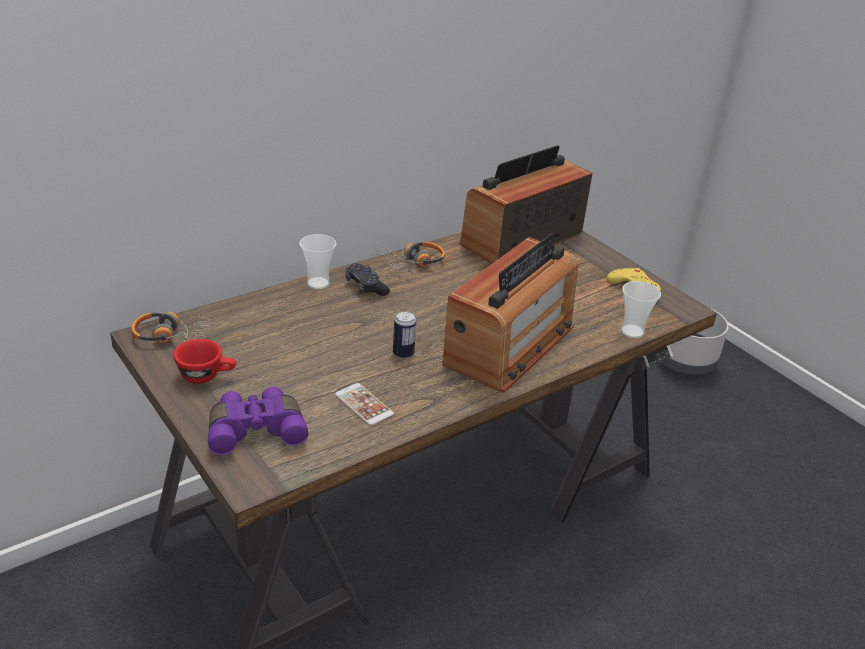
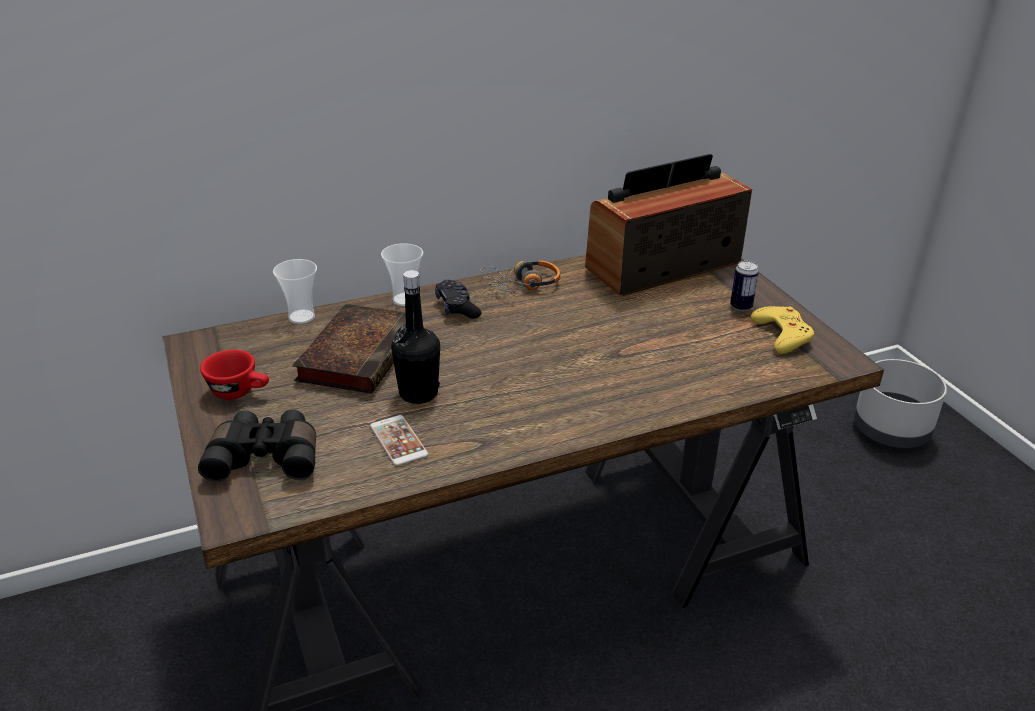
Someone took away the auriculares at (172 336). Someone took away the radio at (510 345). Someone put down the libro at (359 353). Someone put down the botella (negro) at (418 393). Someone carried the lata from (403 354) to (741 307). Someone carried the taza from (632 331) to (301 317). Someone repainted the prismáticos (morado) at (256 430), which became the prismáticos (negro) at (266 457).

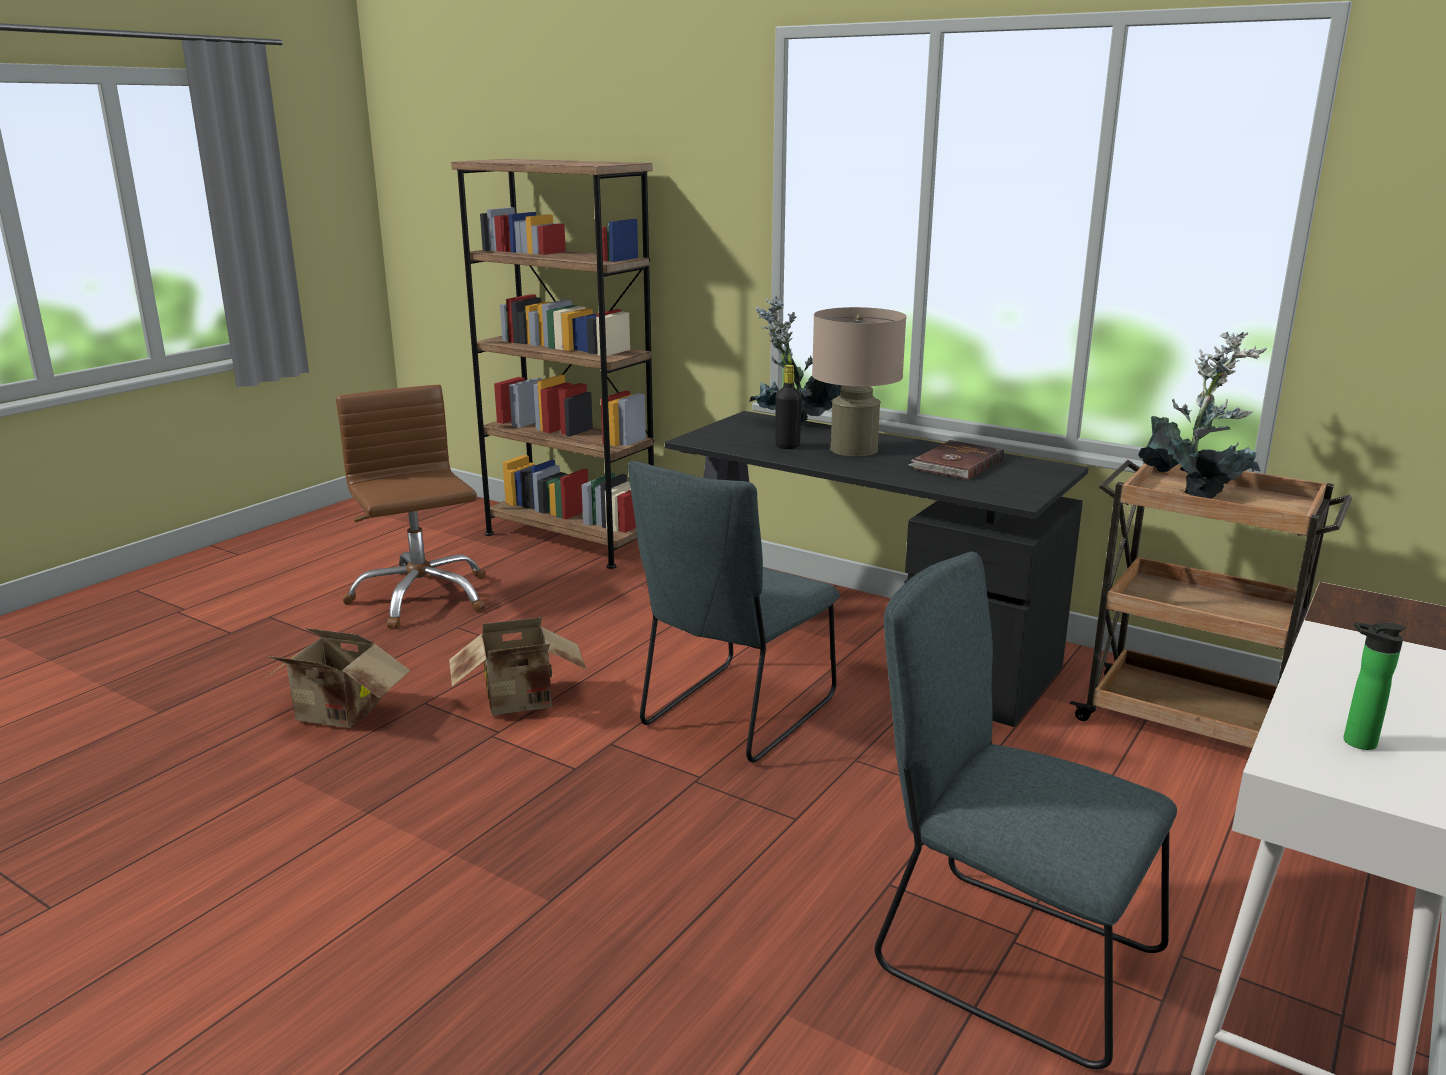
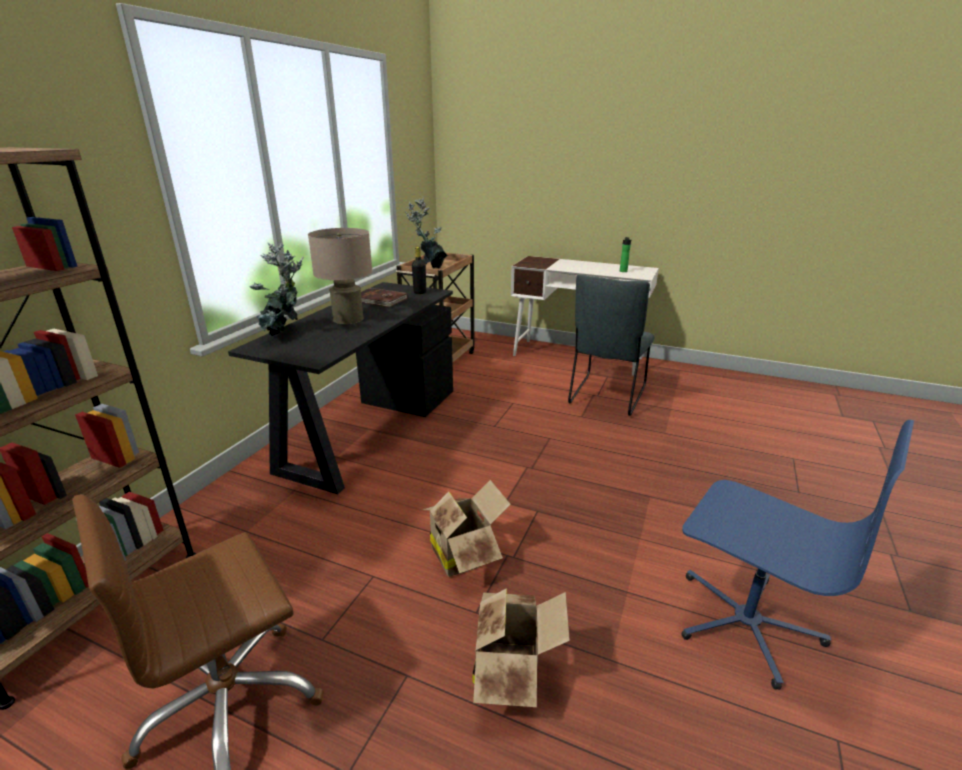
Someone took away the silla (gris) at (734 716). Someone put down the silla de oficina (azul) at (745 622). Someone carried the botella (negro) from (787 446) to (420 292).

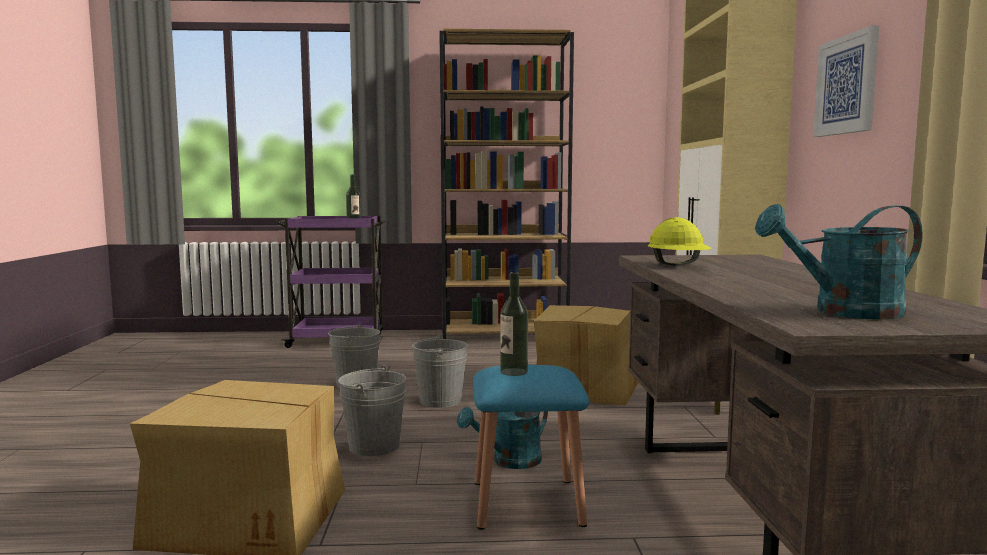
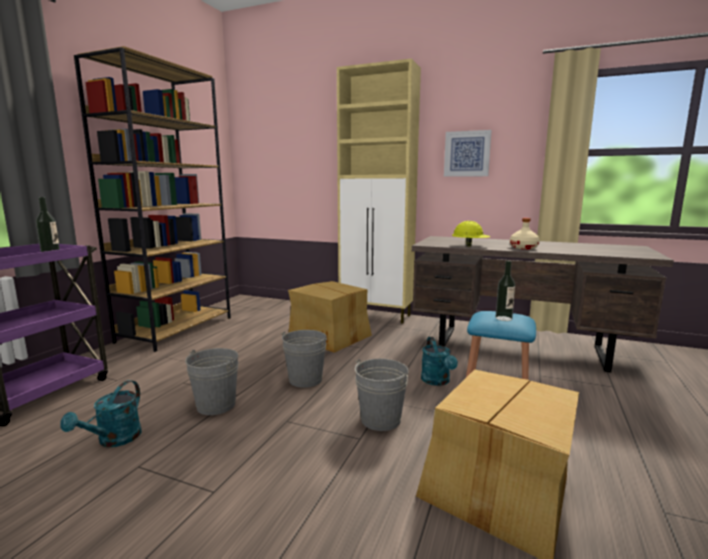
Someone put down the botella (beis) at (524 248). Someone carried the regadera (turquesa) from (844 312) to (114 440).

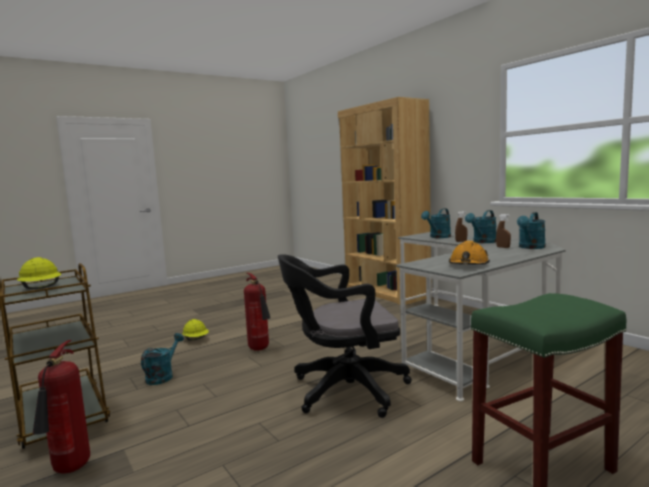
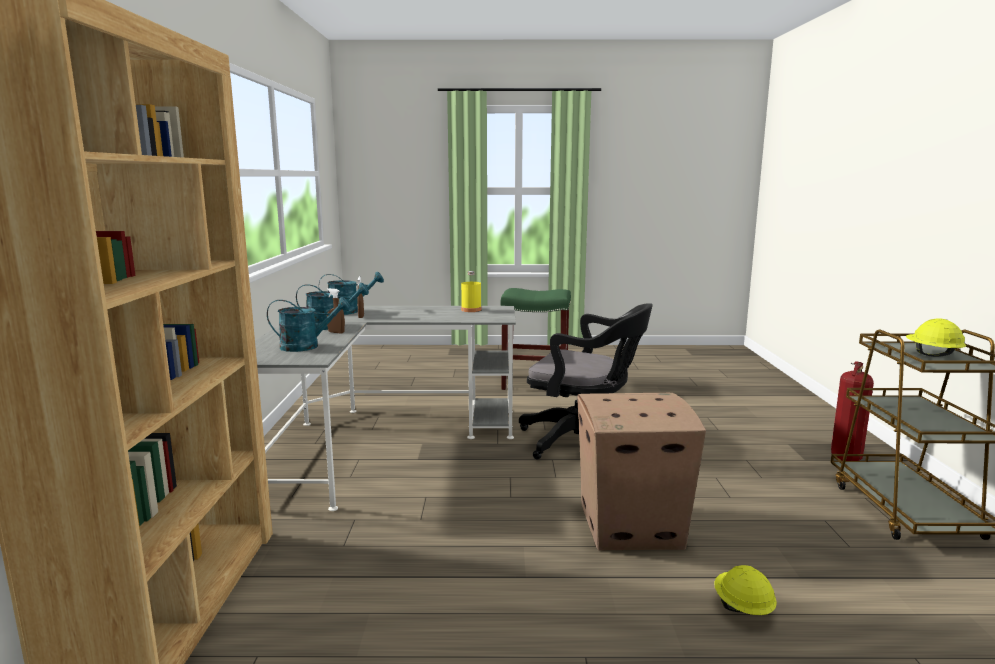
Someone took away the regadera (turquesa) at (163 376). Someone swapped the extintor at (260 349) for the caja de cartón at (628 526). Someone swapped the casco (naranja) at (468 265) for the botella (amarillo) at (471 310).

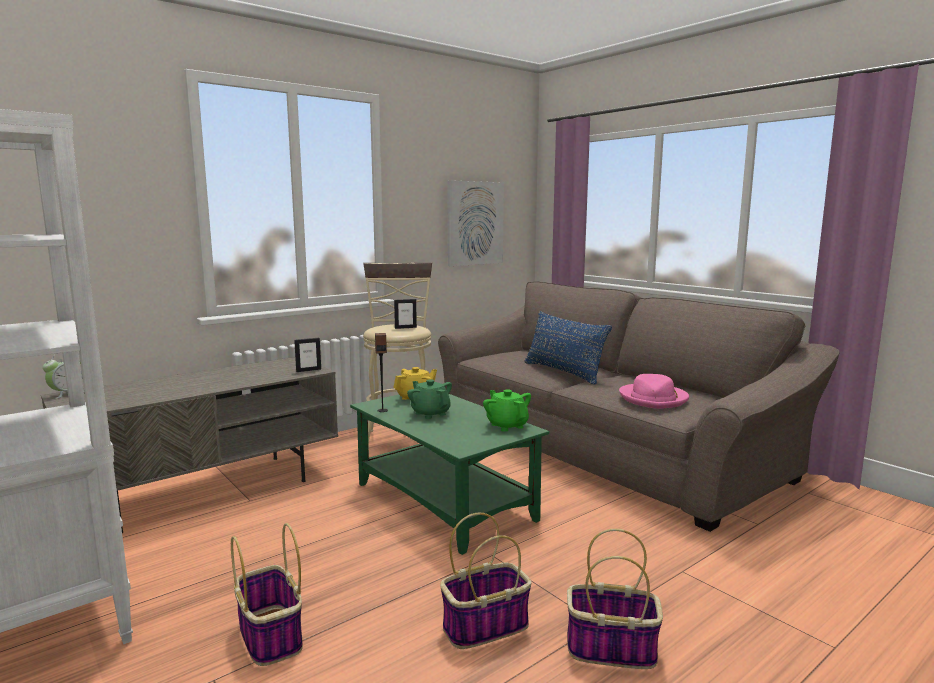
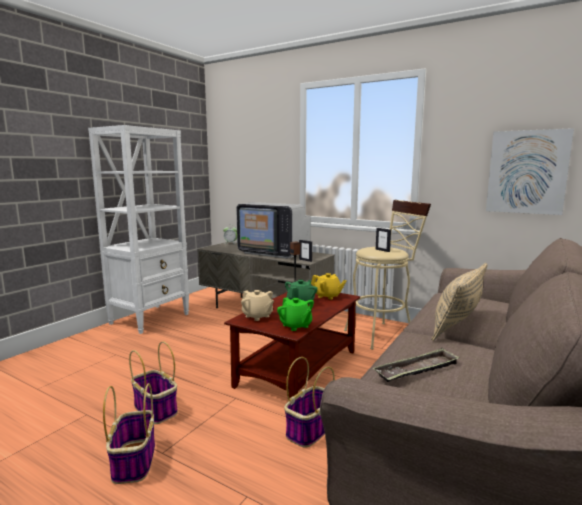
Someone put down the televisor at (274 252). Someone put down the tetera (beis) at (257 316). Someone carried the cesta from (270 635) to (310 429). Someone swapped the sombrero (rosa) at (654 399) for the bandeja at (417 370). Someone repainted the mesa de centro (verde) at (445 502), which became the mesa de centro (marrón) at (298 369). Someone repainted the cojín (azul) at (563 372), which became the cojín (beis) at (457 325). Someone rotated the tetera (verde) at (507 425) by 105 degrees clockwise.

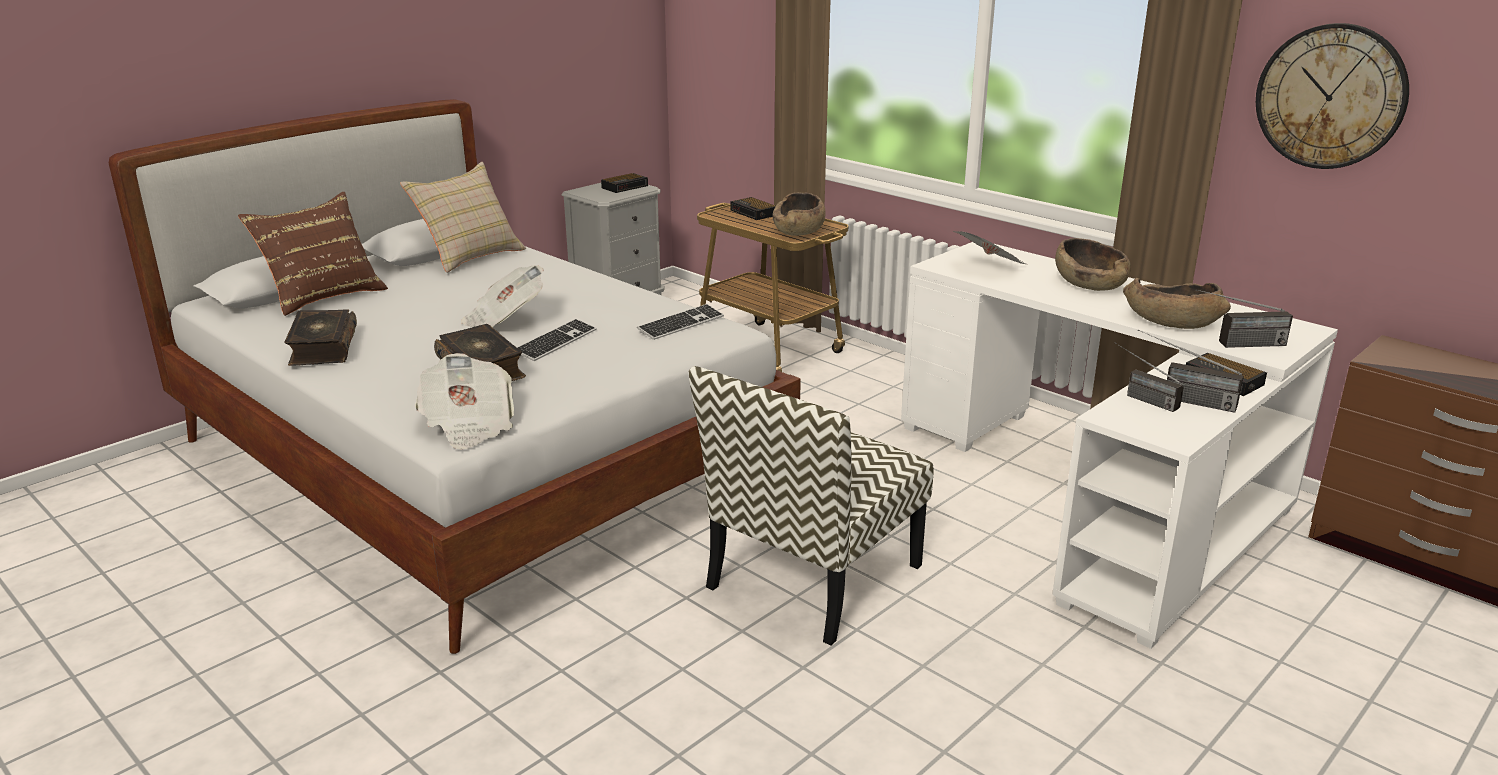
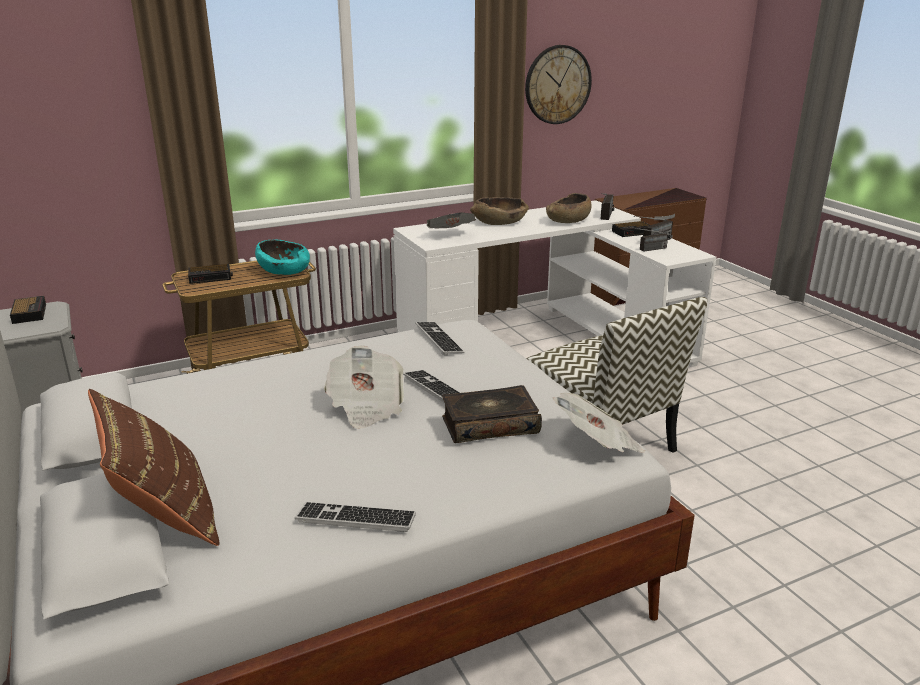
Someone took away the cojín (beis) at (470 256). Someone swapped the libro at (322 348) for the teclado at (356 518). Someone repainted the cuenco (marrón) at (799 231), which became the cuenco (turquesa) at (284 271).

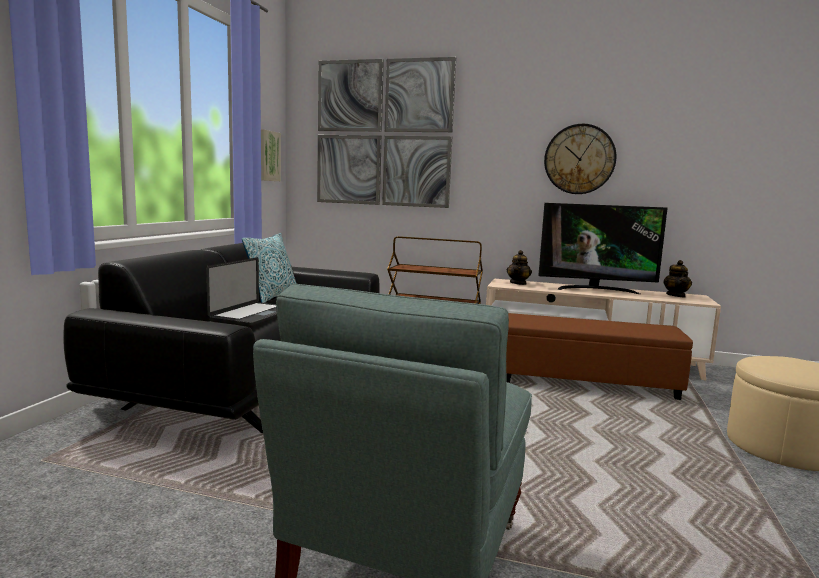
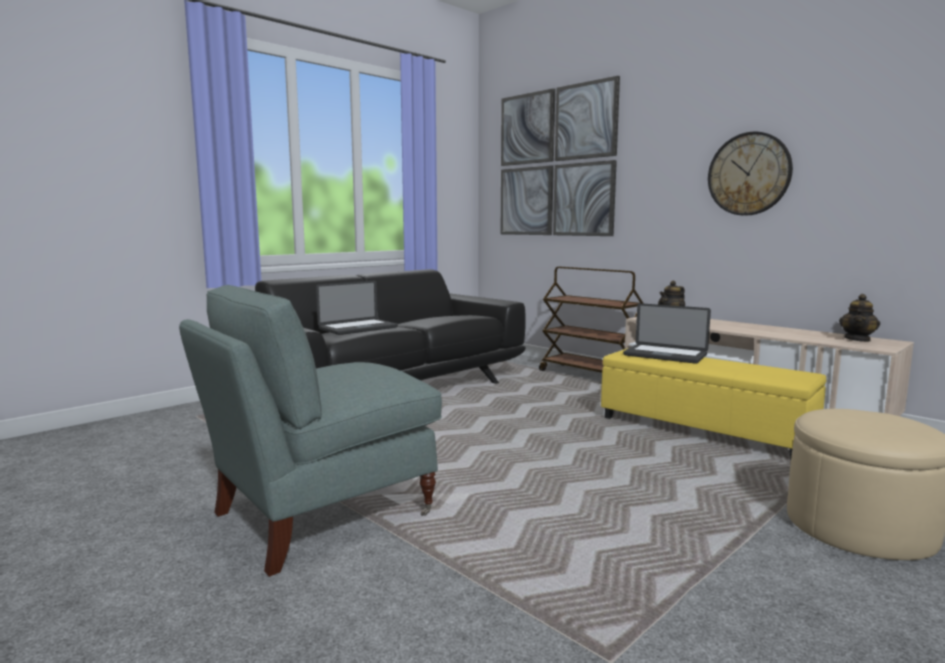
Someone took away the cojín at (273 297). Someone took away the cuadro at (268 156). Someone took away the televisor at (595 289). Someone put down the portátil at (665 355). Someone repainted the puf (marrón) at (586 381), which became the puf (amarillo) at (703 429).

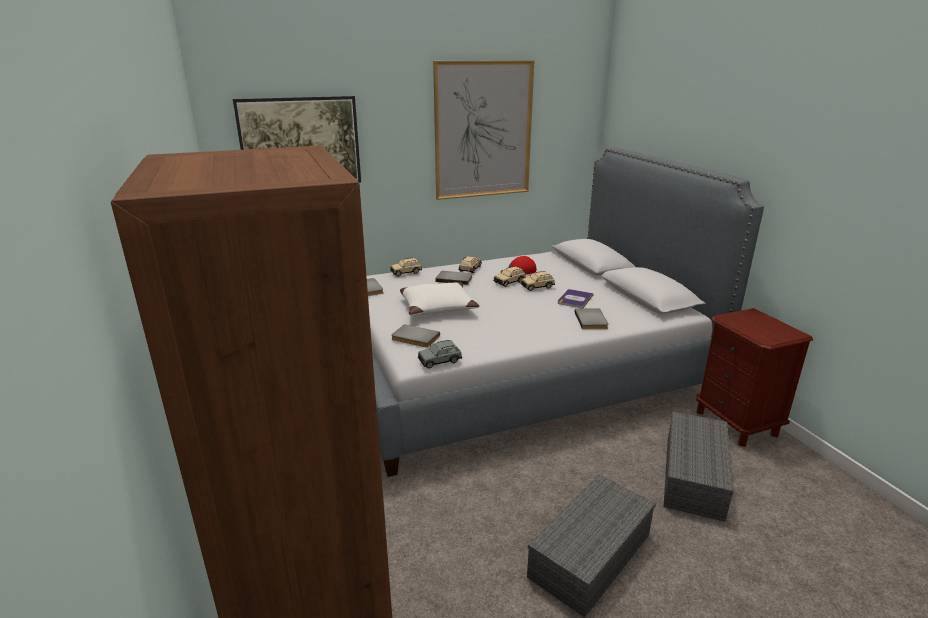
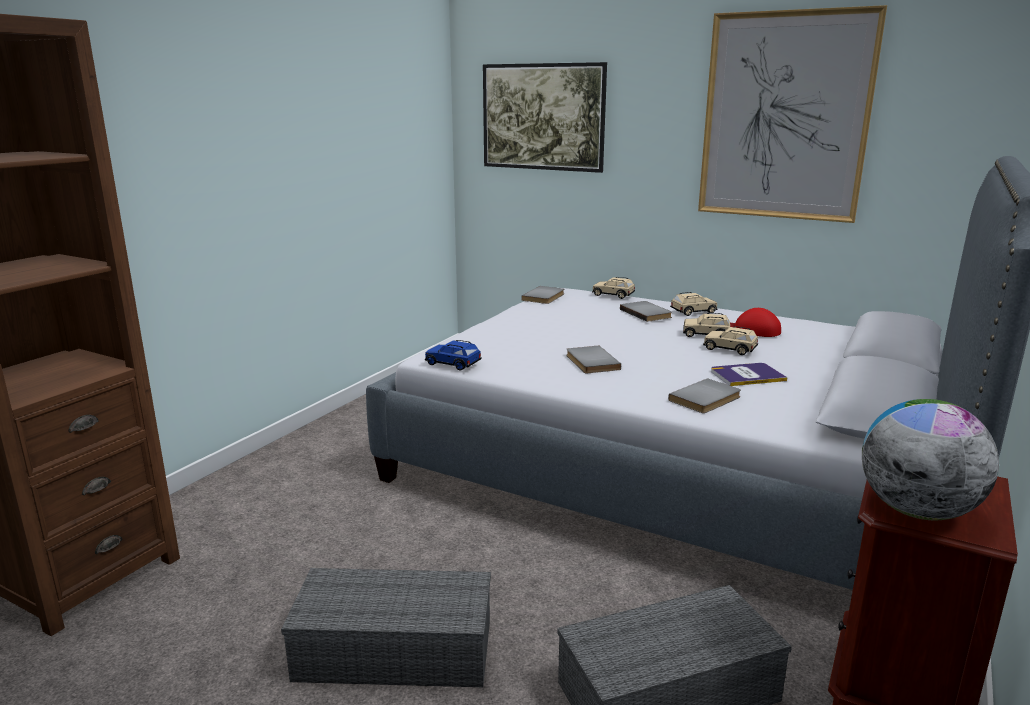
Someone took away the cojín (blanco) at (437 307). Someone put down the globo terráqueo at (916 511). Someone carried the libro (gris) from (414 338) to (590 362). Someone repainted the coche de juguete (gris) at (440 361), which became the coche de juguete (azul) at (453 364).

